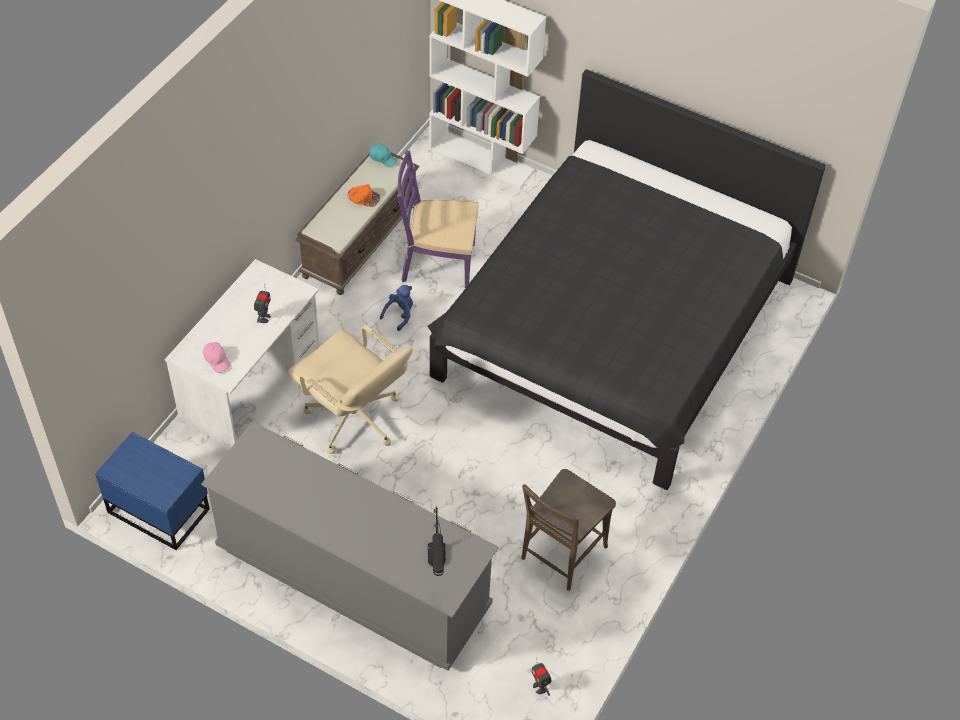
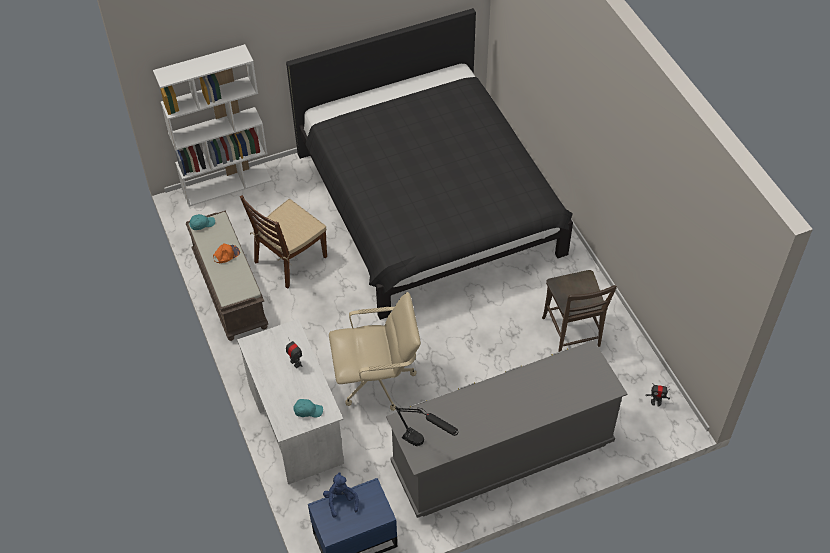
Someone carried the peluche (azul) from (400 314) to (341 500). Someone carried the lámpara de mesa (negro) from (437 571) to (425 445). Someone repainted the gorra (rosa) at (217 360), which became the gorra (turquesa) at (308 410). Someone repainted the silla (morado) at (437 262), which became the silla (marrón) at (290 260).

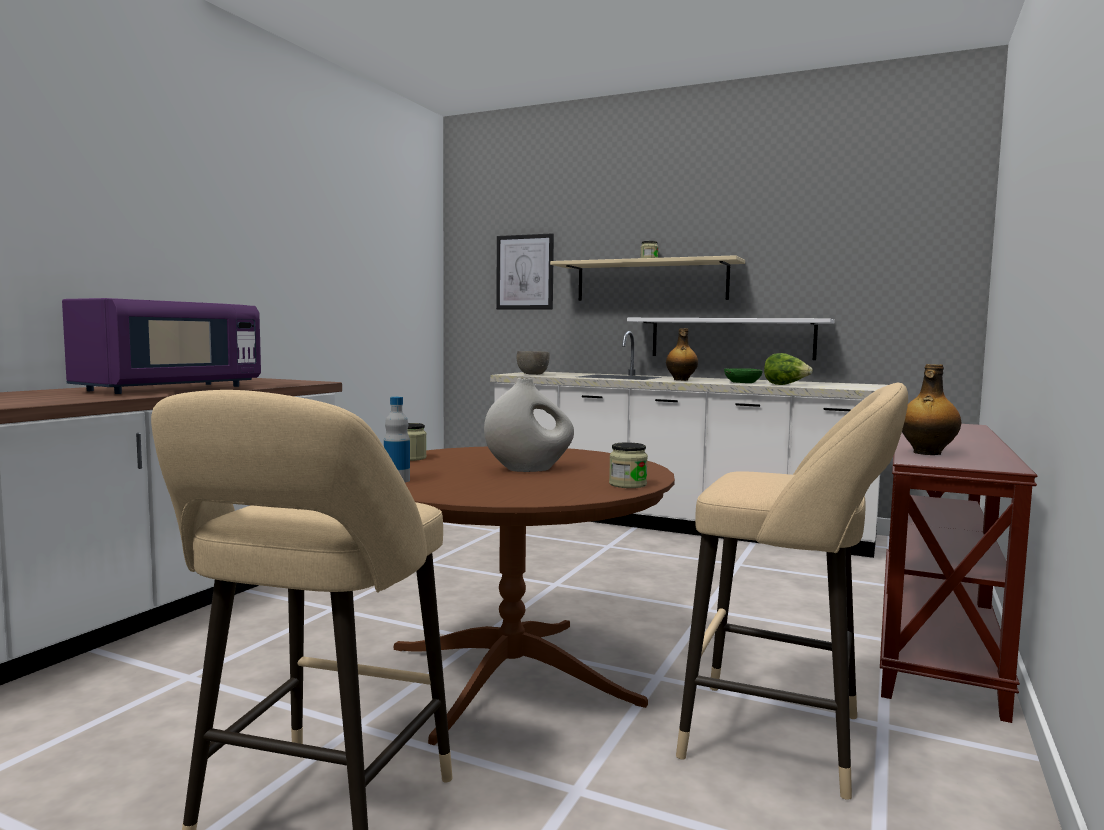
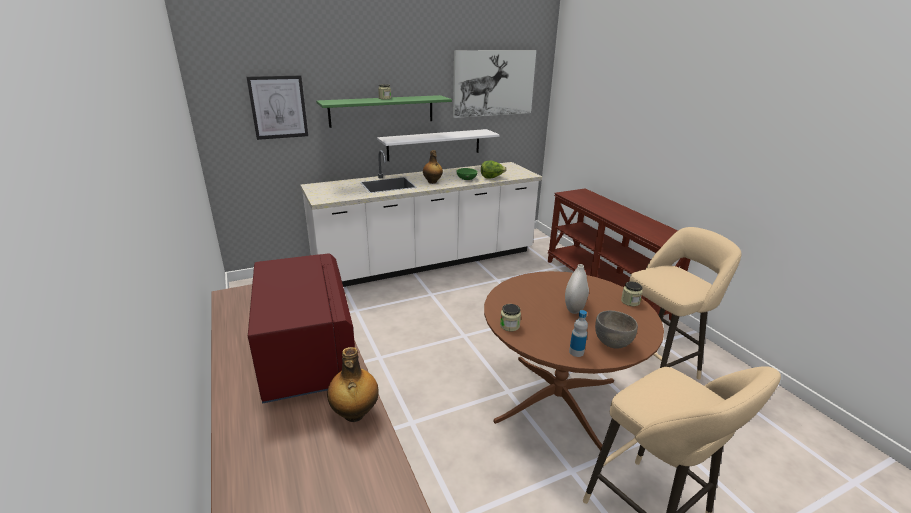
Someone put up the cuadro at (494 83). Someone carried the cuenco (gris) from (532 374) to (612 343). Someone carried the botella from (926 453) to (354 414). Someone repainted the microondas (morado) at (168 389), which became the microondas (rojo) at (306 354). Someone repainted the estante (beis) at (651 281), which became the estante (verde) at (382 111).

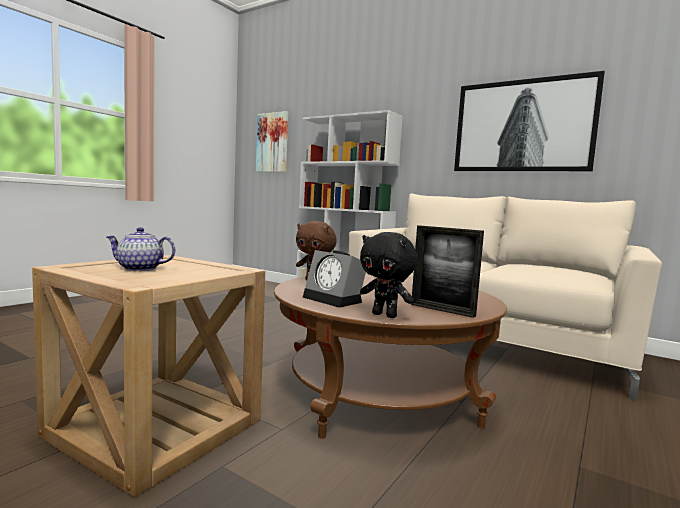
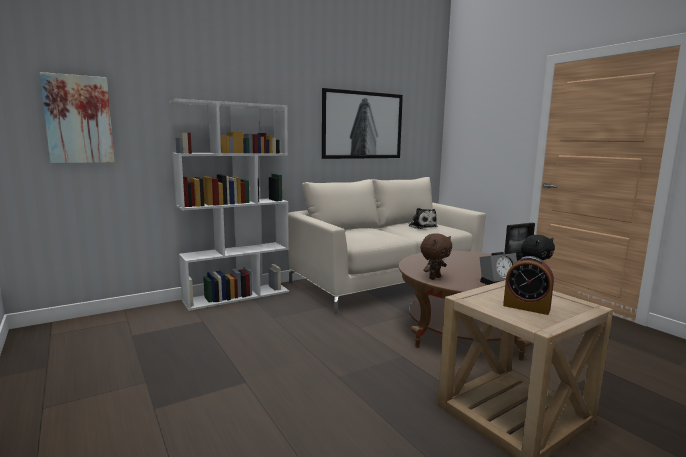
Someone put down the peluche at (421 226). Someone swapped the tetera at (139 269) for the despertador at (526 307).

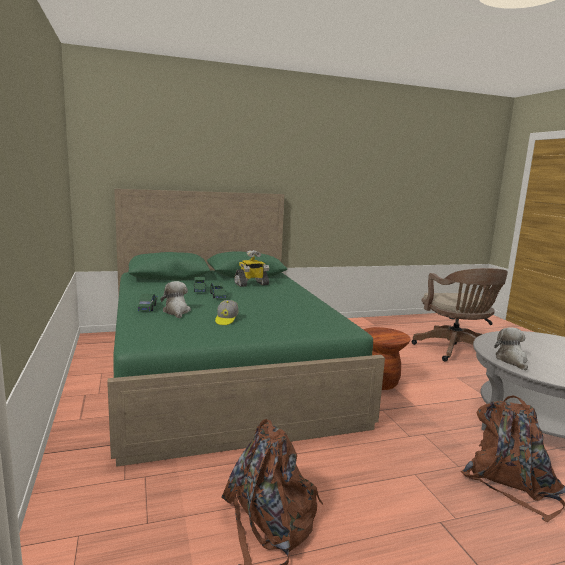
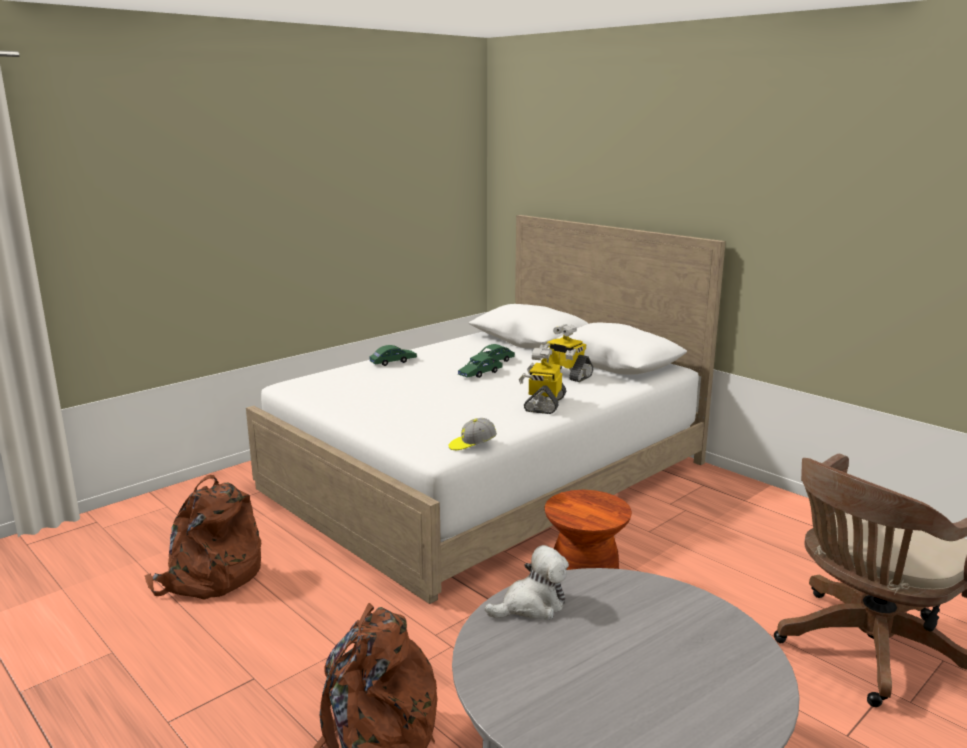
Someone took away the peluche at (176 312). Someone put down the robot de juguete at (544 404). Someone carried the gorra from (226 320) to (472 445). Someone repainted the cama (verde) at (223 370), which became the cama (blanco) at (487 475).

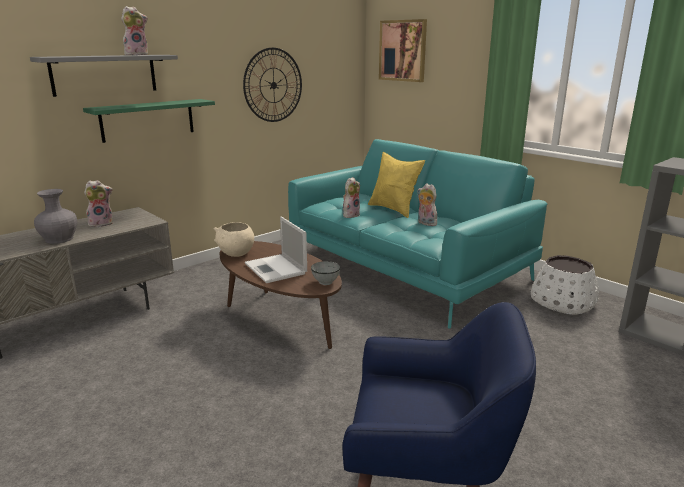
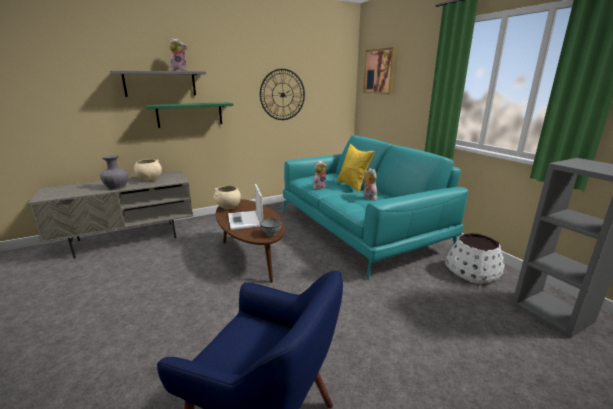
Someone swapped the peluche at (101 224) for the cuenco (beis) at (149 180).

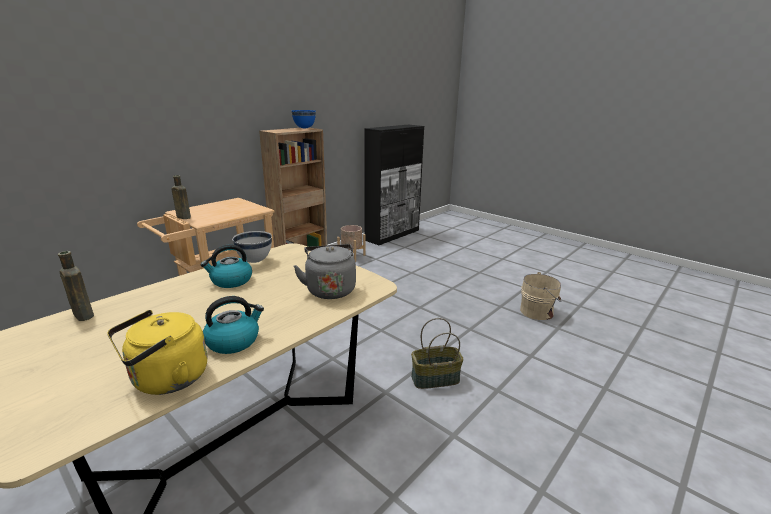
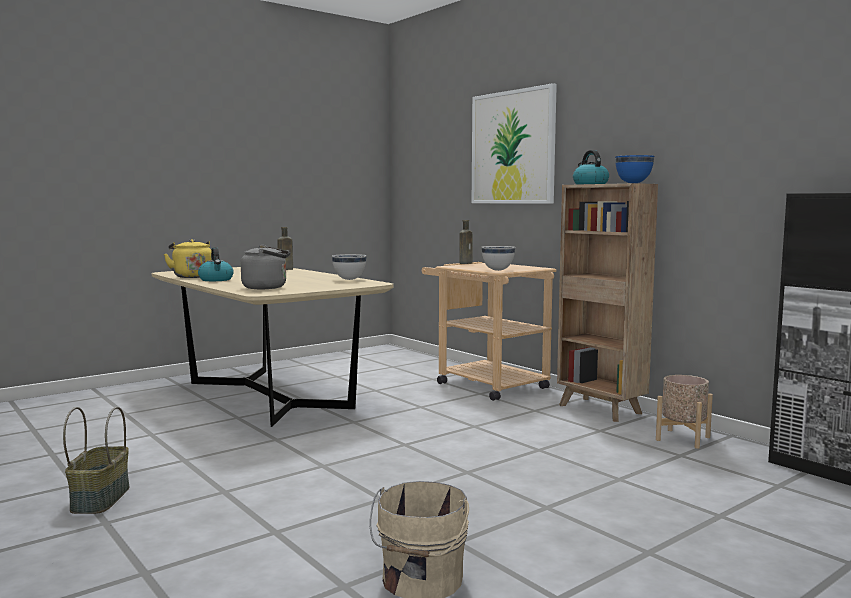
Someone put up the cuadro at (513 147). Someone put down the cuenco (blanco) at (498 270). Someone carried the hervidor from (231 281) to (589 184). Someone carried the cesta from (435 379) to (99 499).

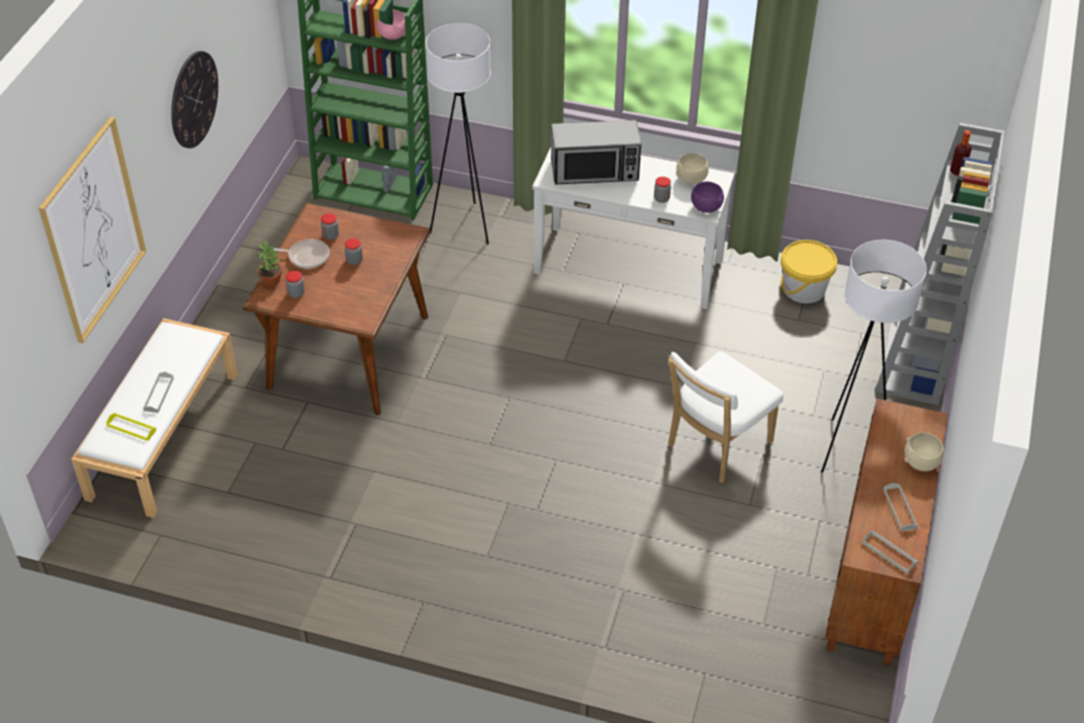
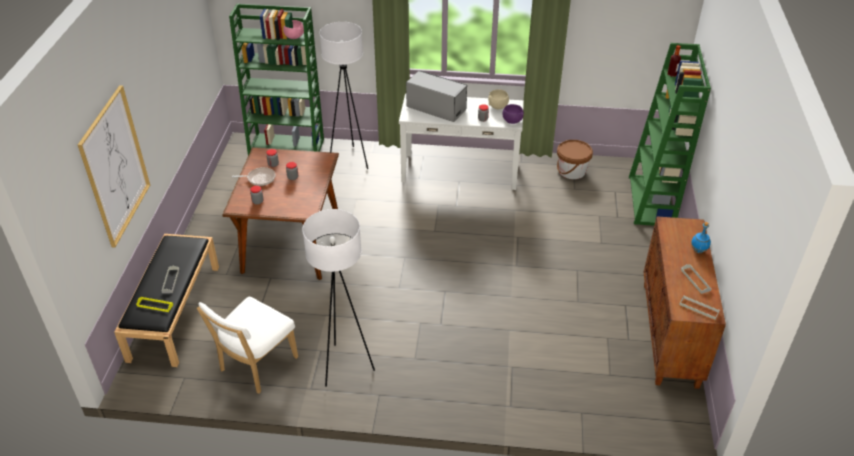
Someone took away the reloj de pared at (194 99). Someone took away the planta en maceta at (271 280). Someone carried the silla (blanco) from (715 446) to (256 366). Someone carried the lámpara de pie (blanco) from (847 449) to (345 366). Someone swapped the cuenco (beis) at (921 463) for the botella (azul) at (698 250). Someone repainted the banco (blanco) at (163 434), which became the banco (negro) at (174 311). Someone repainted the cubo (amarillo) at (803 289), which became the cubo (marrón) at (571 171). Someone repainted the estantería (gris) at (915 358), which became the estantería (verde) at (652 201). Someone rotated the microondas at (595 171) by 135 degrees counterclockwise.

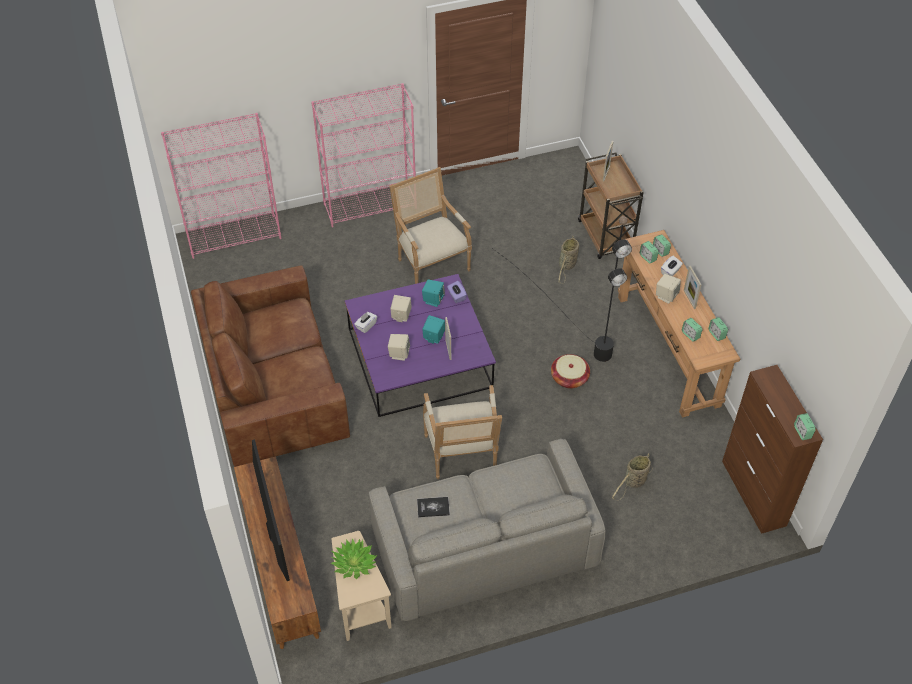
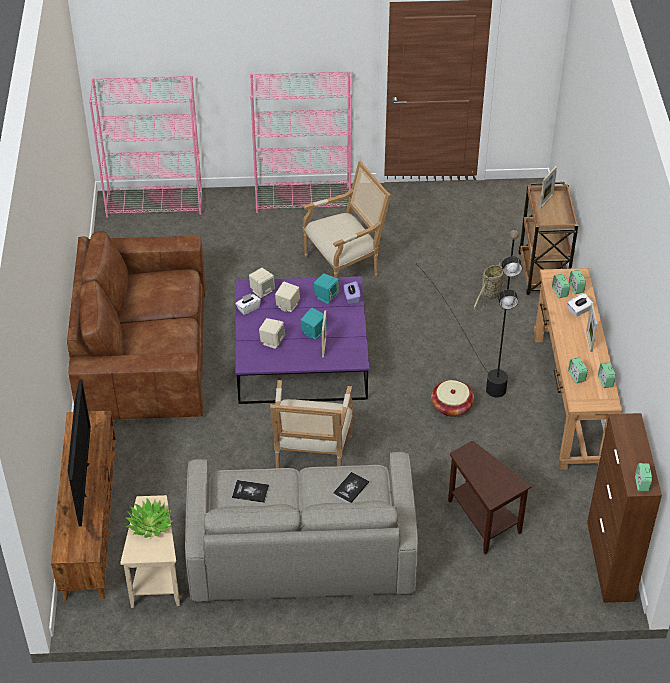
Someone put down the libro at (351 488). Someone carried the altavoz (beis) from (666 296) to (262 291). Someone swapped the cesta at (634 482) for the mesa auxiliar (marrón) at (483 522). Someone rotated the sillón at (430 264) by 75 degrees clockwise.

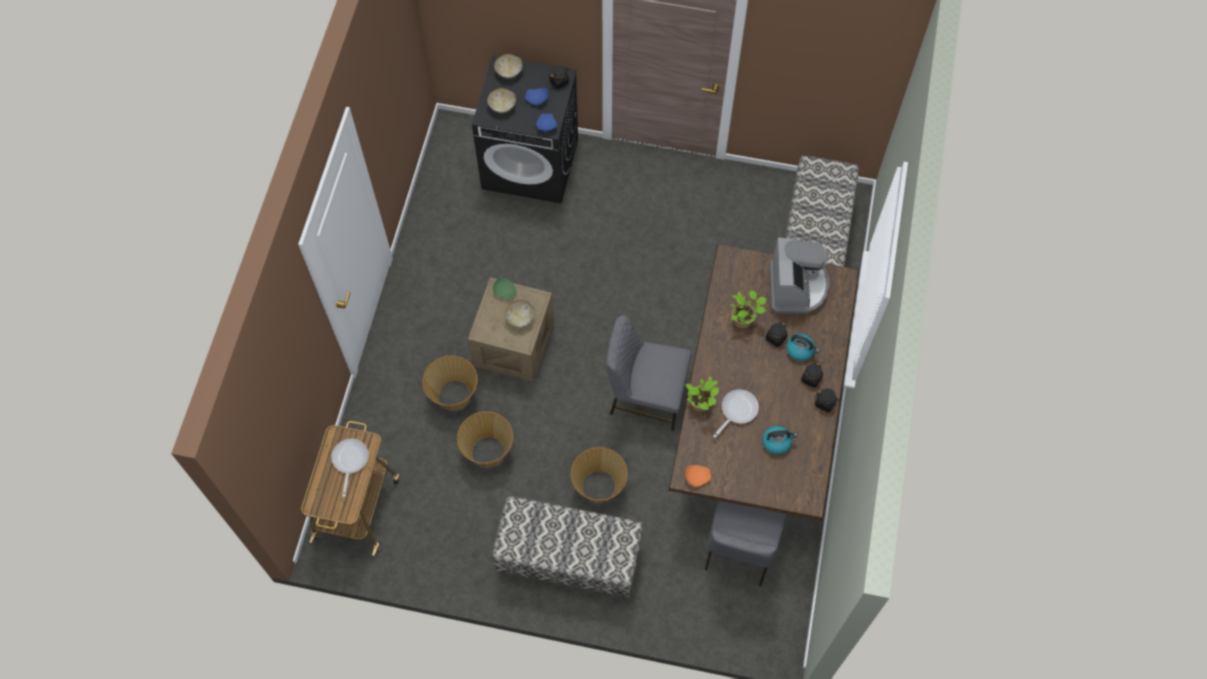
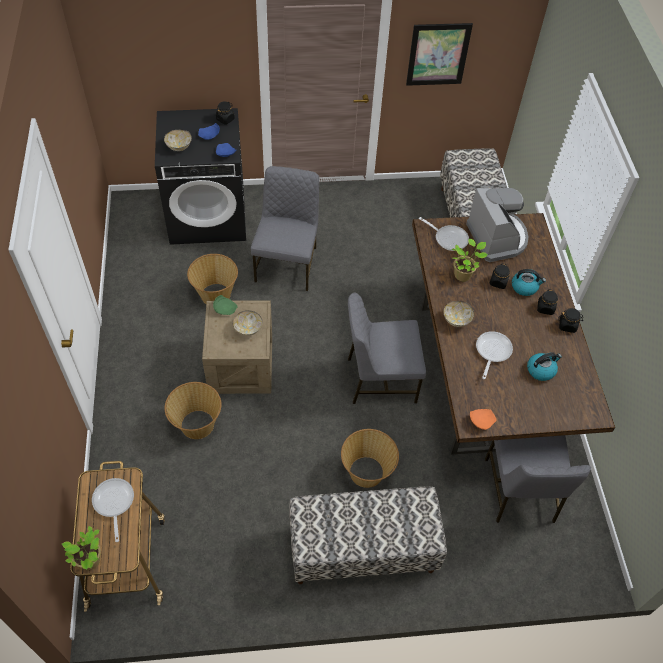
Someone put down the silla (gris) at (287 263). Someone put up the cuadro at (438 54). Someone put down the sartén at (448 238). Someone carried the cesta from (488 451) to (215 294). Someone carried the cuenco from (509 72) to (457 320). Someone carried the planta en maceta from (701 405) to (91 561).

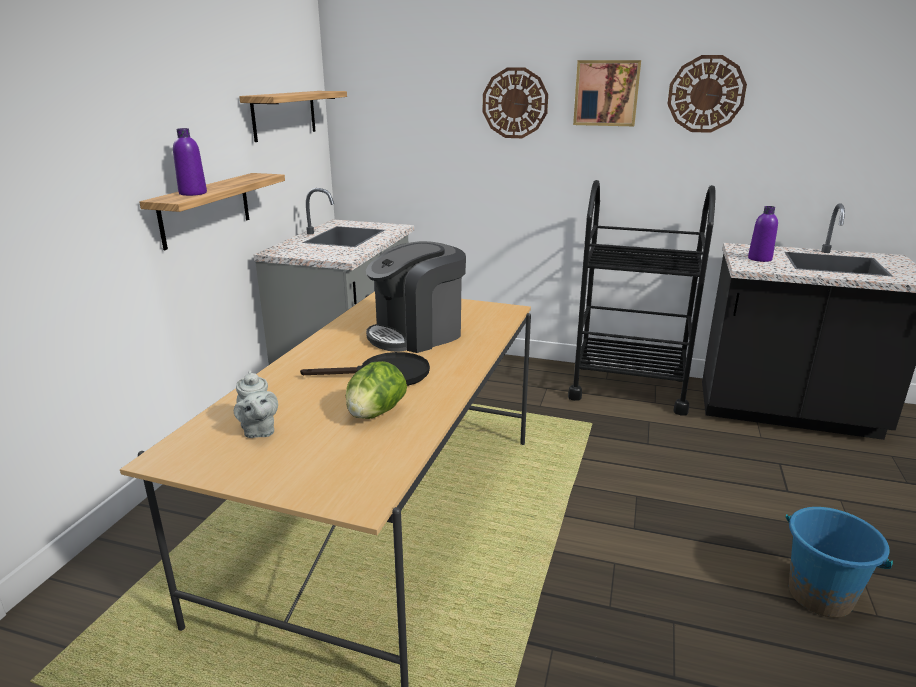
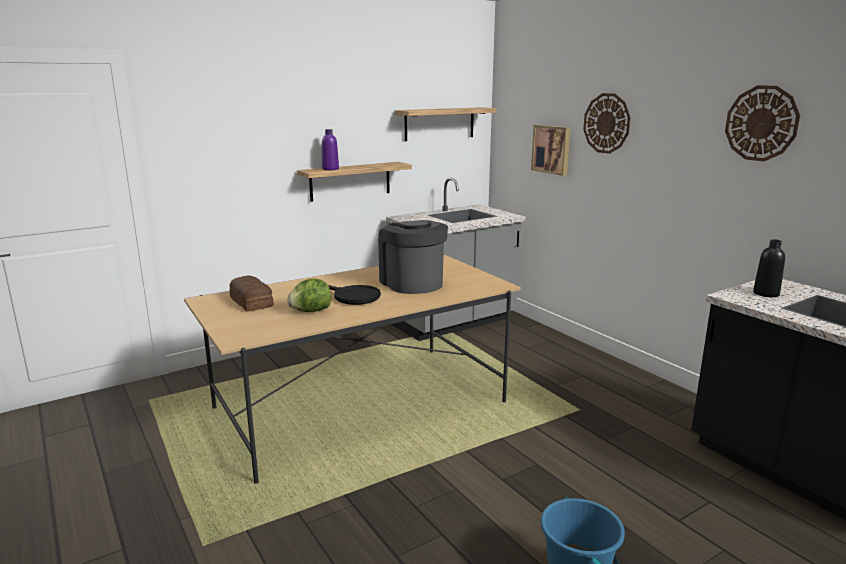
Someone took away the carrito (negro) at (628 388). Someone carried the cuadro from (606 93) to (552 149). Someone swapped the tetera (gris) at (258 431) for the pan at (252 302). Someone repainted the botella (morado) at (759 259), which became the botella (negro) at (766 293). Someone rotated the cafetera at (417 334) by 60 degrees clockwise.

